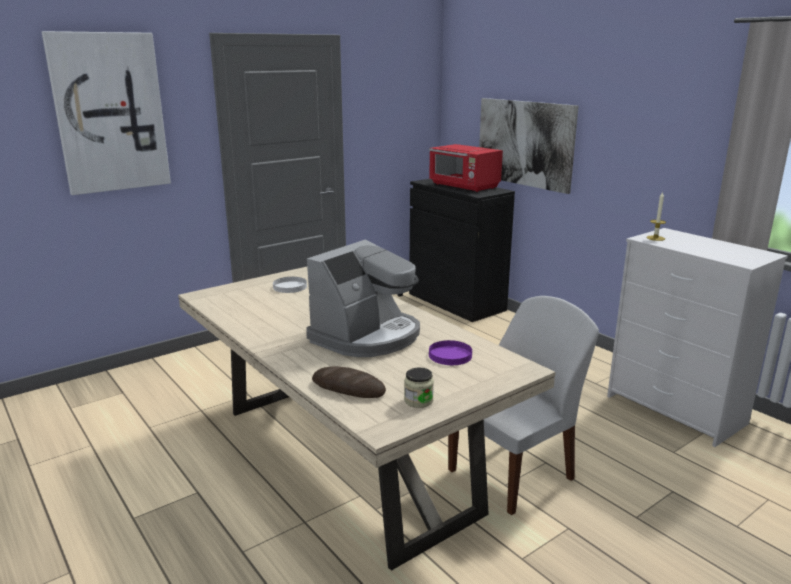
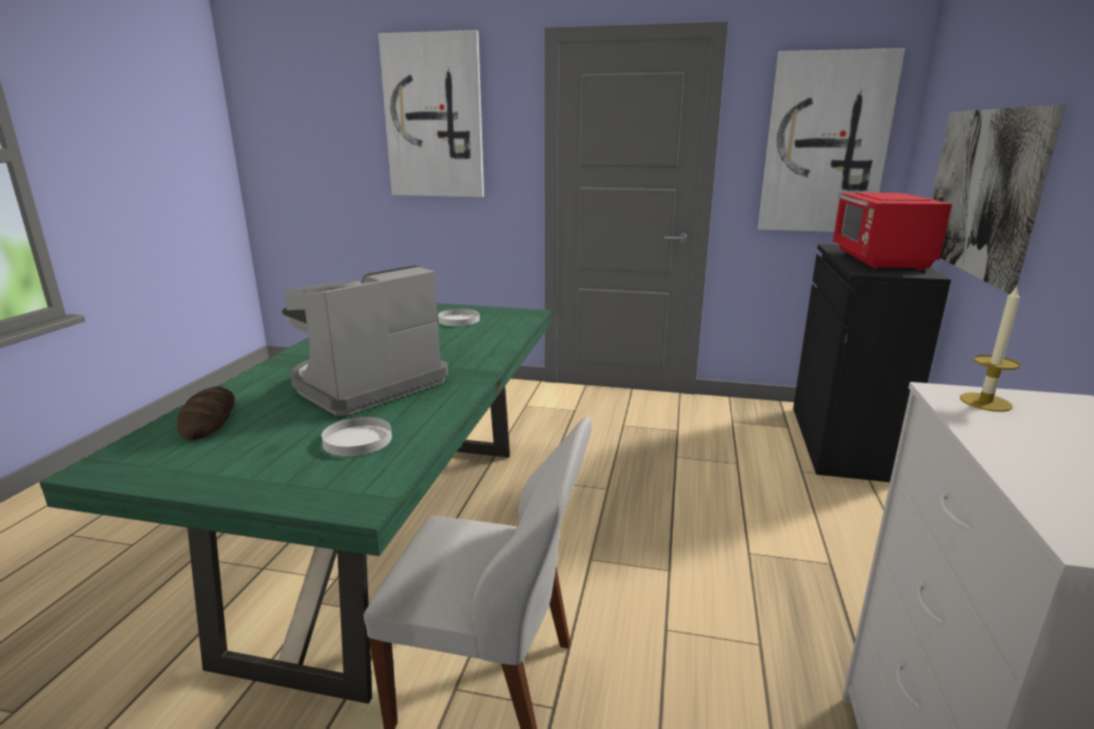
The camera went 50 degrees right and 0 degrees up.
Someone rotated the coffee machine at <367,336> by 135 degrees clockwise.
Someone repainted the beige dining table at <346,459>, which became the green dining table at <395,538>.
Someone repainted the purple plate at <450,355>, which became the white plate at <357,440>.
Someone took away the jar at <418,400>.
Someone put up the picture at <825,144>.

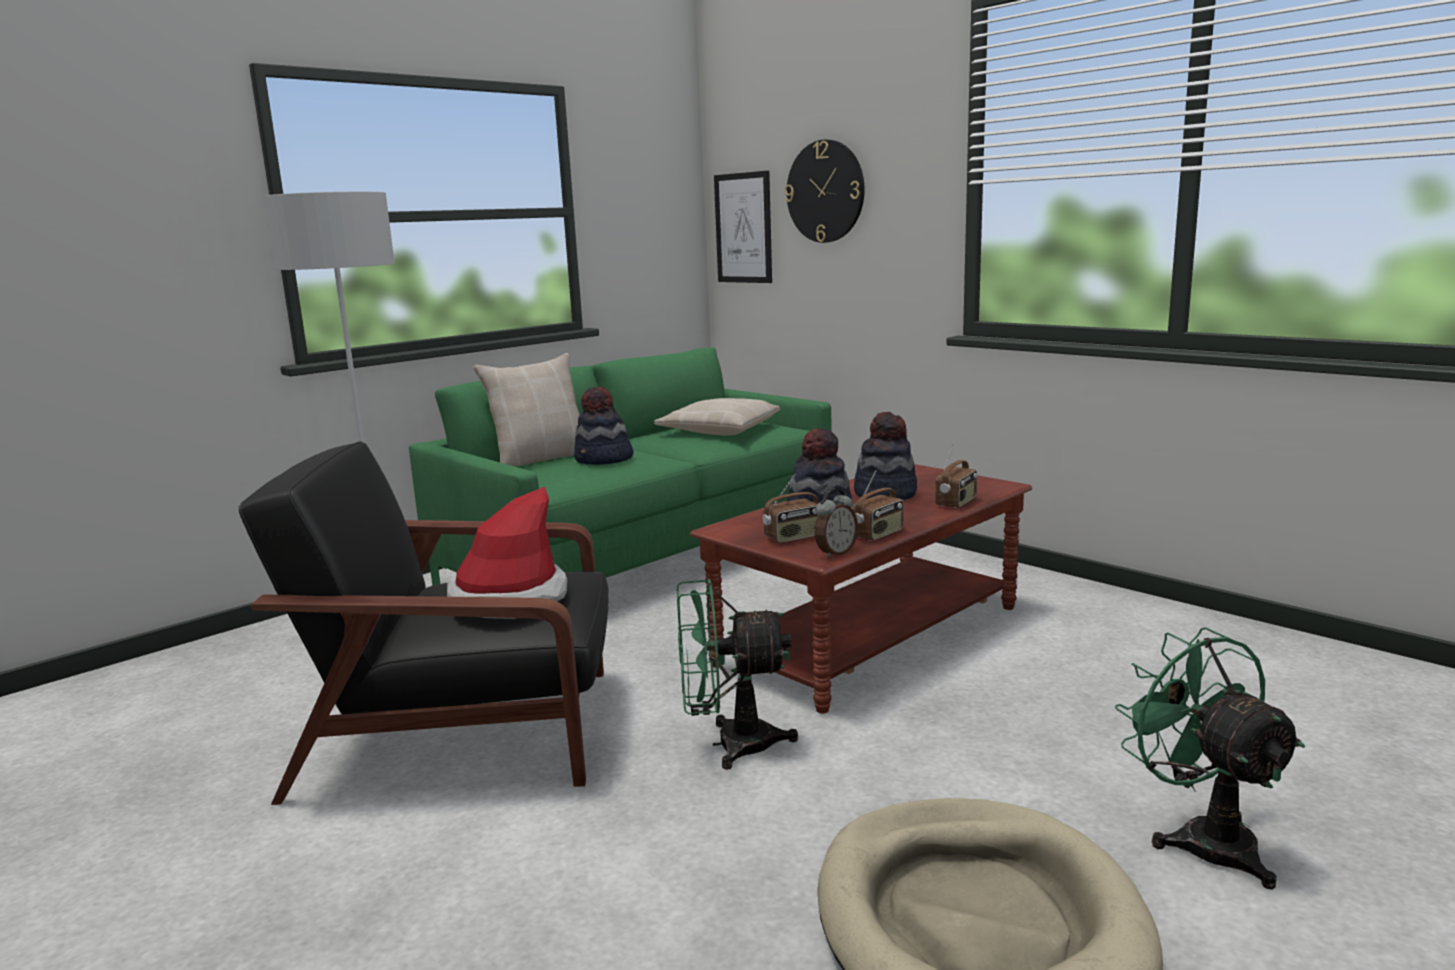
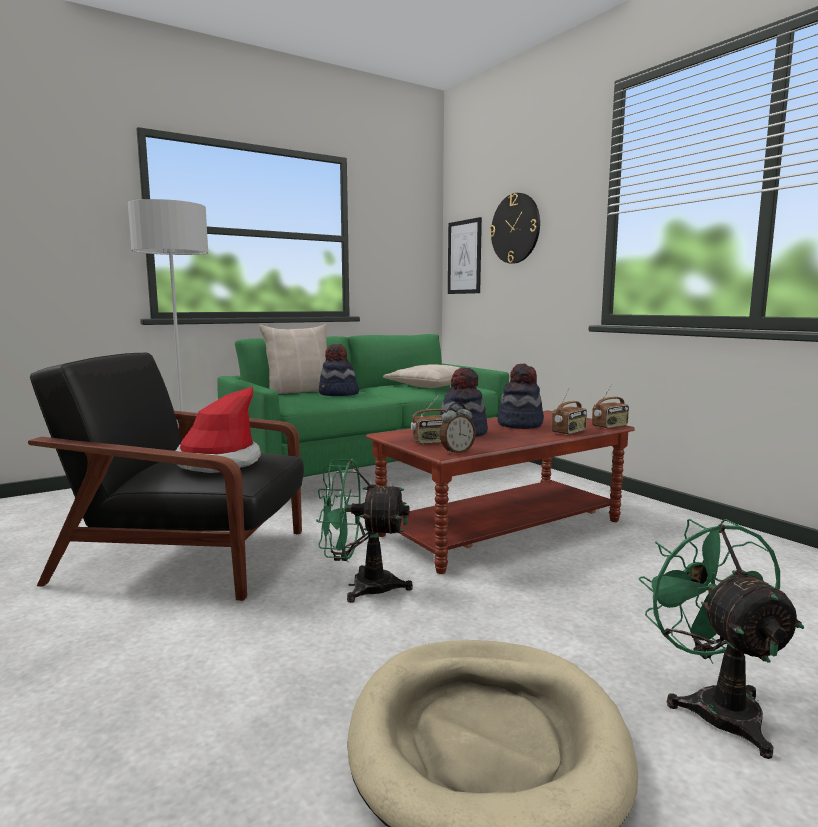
The camera went 10 degrees right and 5 degrees down.
Someone carried the radio from <878,534> to <610,426>.

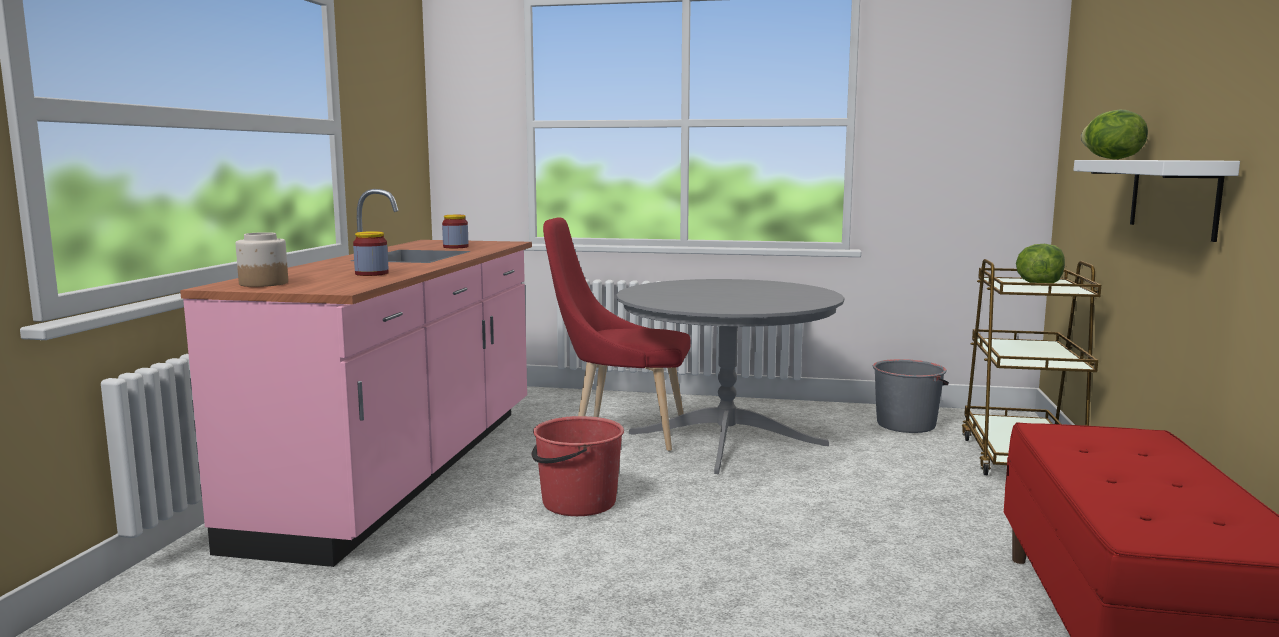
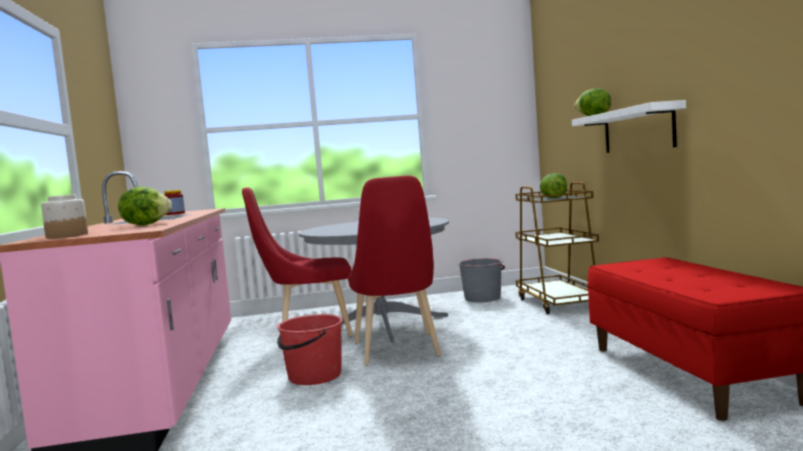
The camera went 20 degrees left and 5 degrees down.
Someone swapped the jar at <371,273> for the lettuce at <146,224>.
Someone put down the red chair at <398,351>.

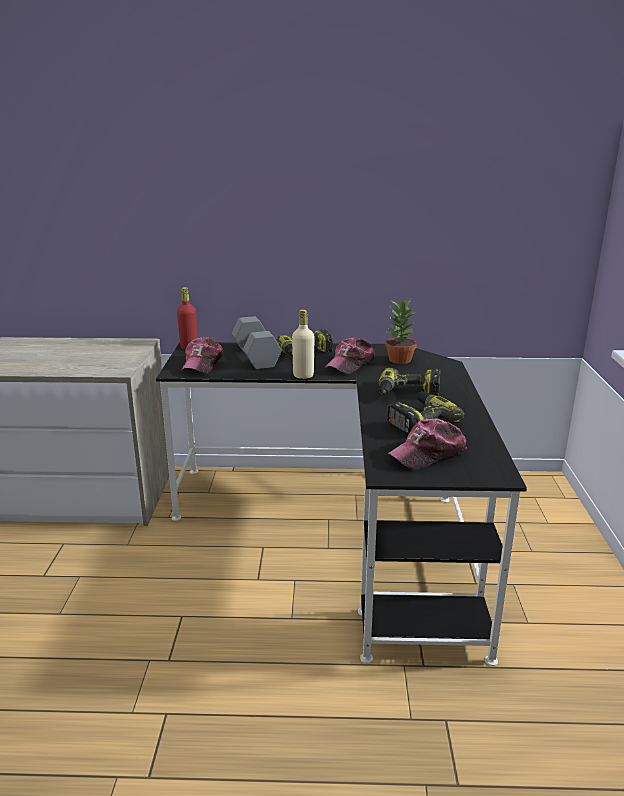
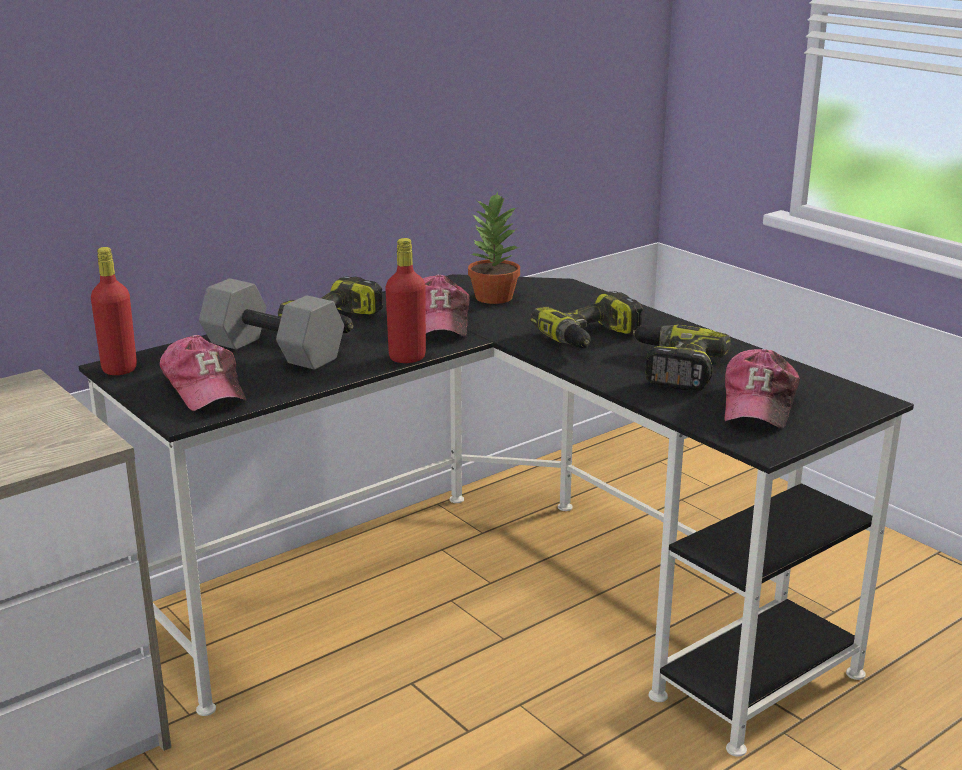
The camera went 40 degrees left and 0 degrees up.
Someone repainted the beige bottle at <303,375>, which became the red bottle at <407,358>.

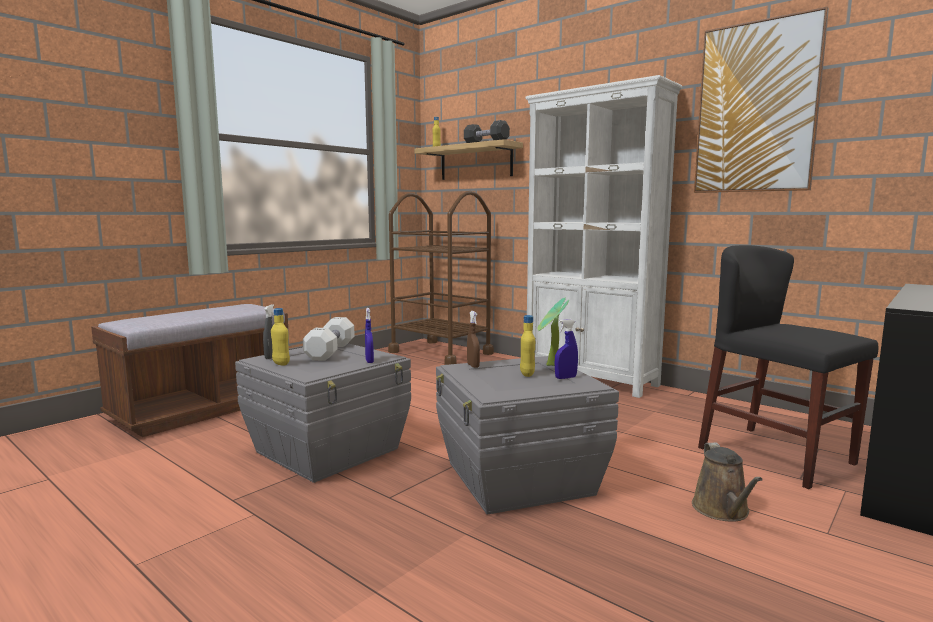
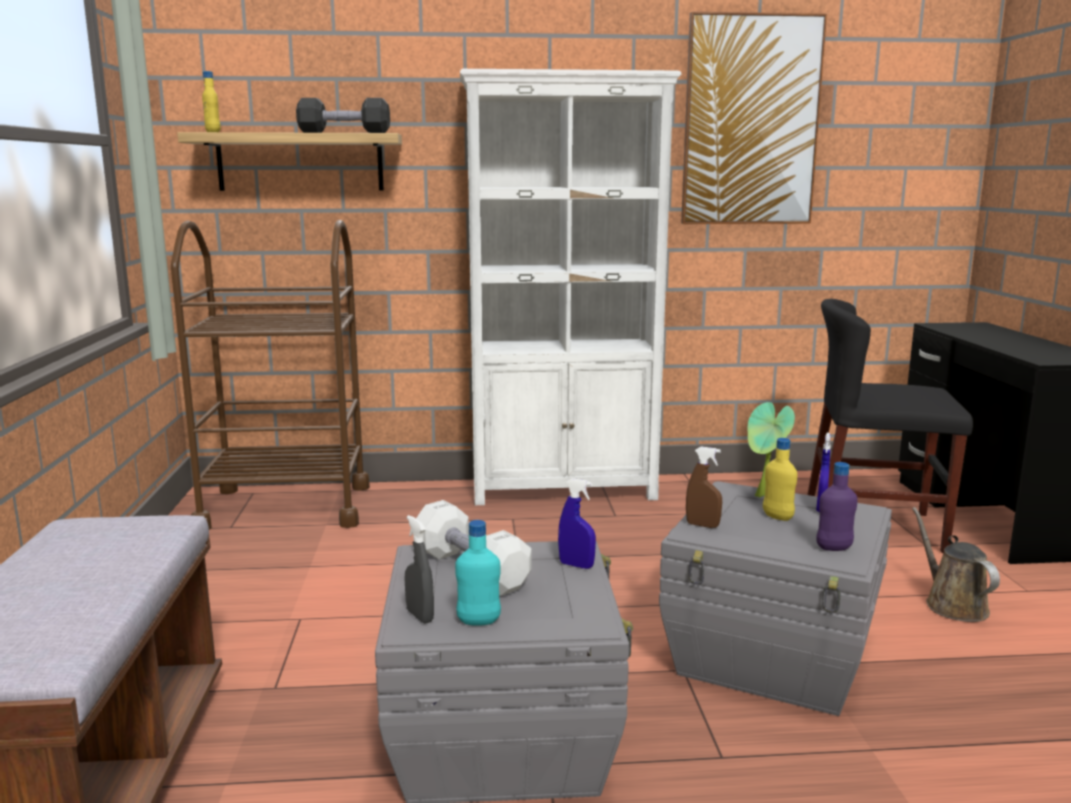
The camera went 45 degrees left and 5 degrees up.
Someone repainted the yellow bottle at <281,363>, which became the turquoise bottle at <478,622>.
Someone rotated the brown watering can at <722,511> by 150 degrees counterclockwise.
Someone put down the purple bottle at <834,548>.

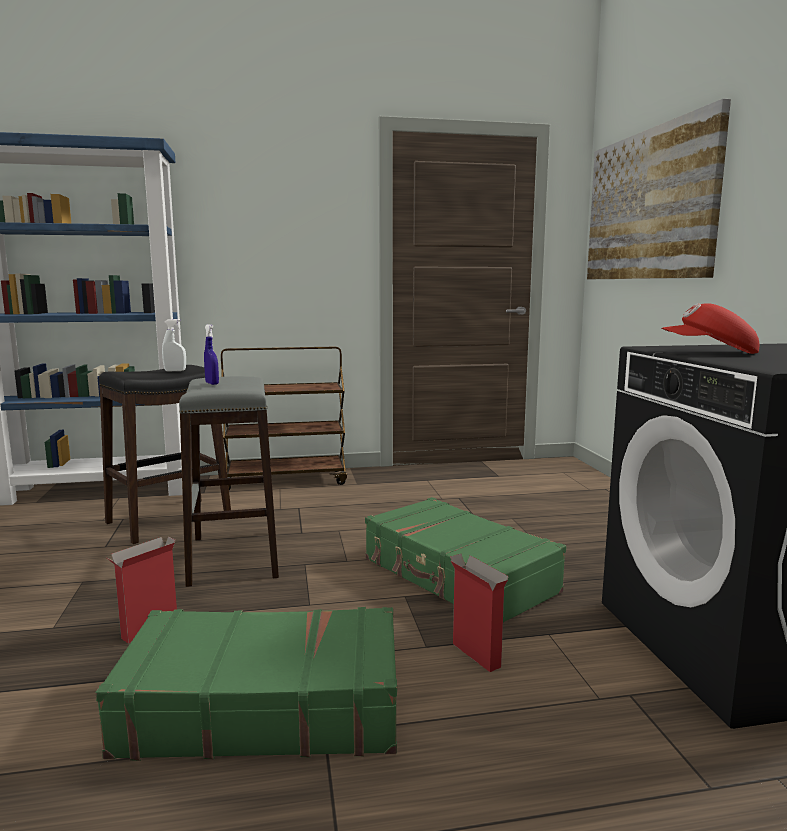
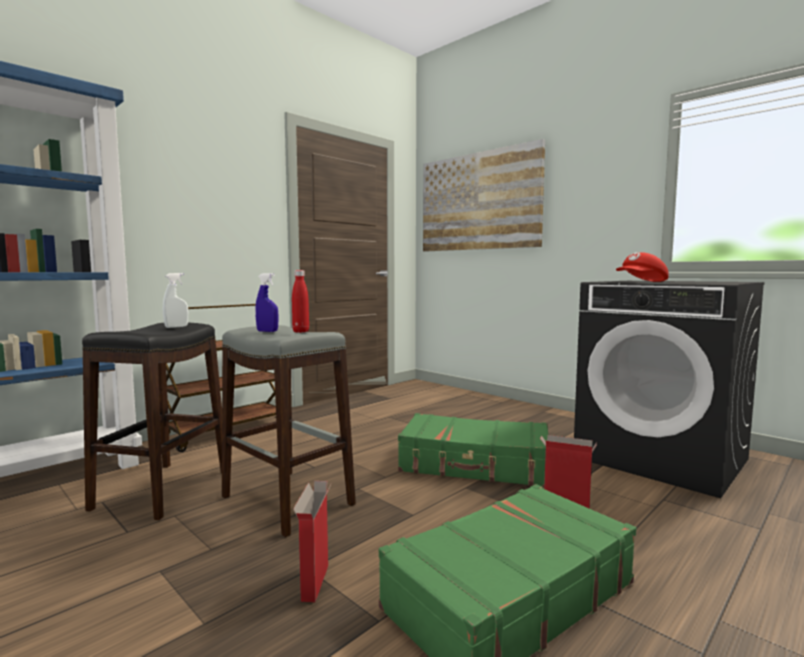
The camera went 35 degrees left and 5 degrees down.
Someone put down the red bottle at <301,331>.

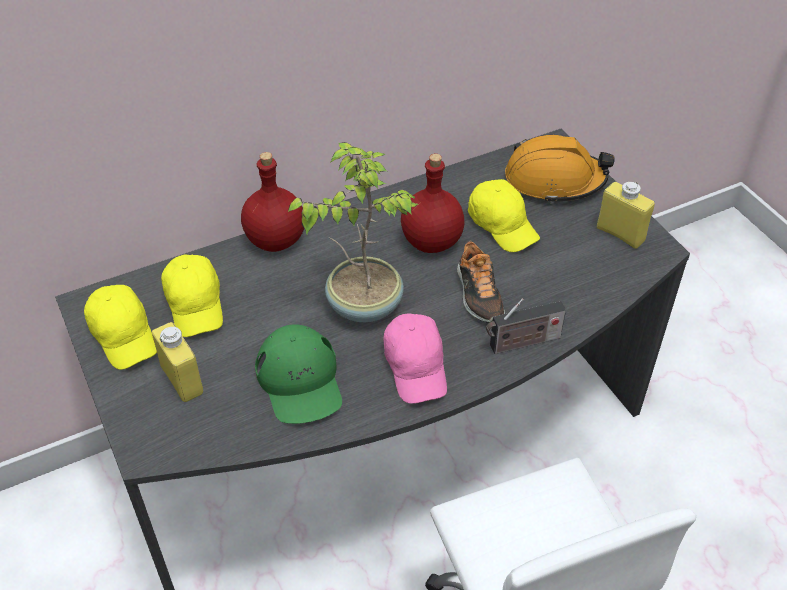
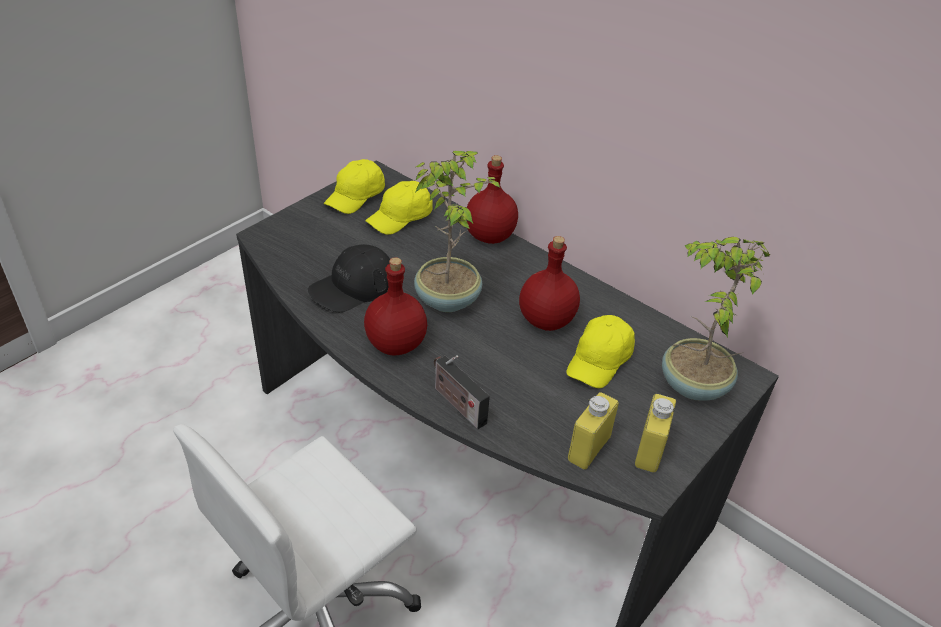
The camera went 65 degrees right and 5 degrees down.
Someone swapped the orange hard hat at <554,180> for the potted plant at <691,385>.
Someone took away the shoe at <478,295>.
Someone swapped the pink cap at <416,366> for the red bottle at <397,344>.
Someone carried the yellow bottle from <182,380> to <588,449>.
Someone repainted the green cap at <300,381>, which became the black cap at <353,286>.

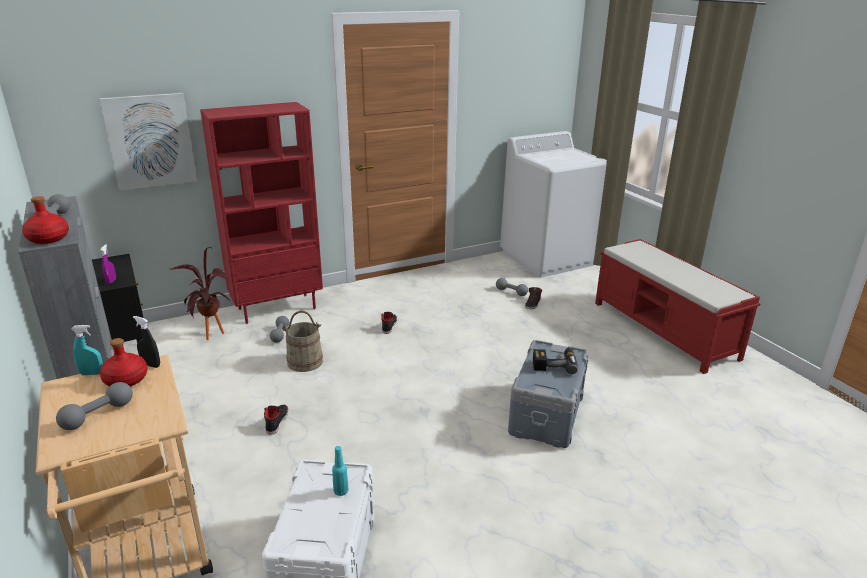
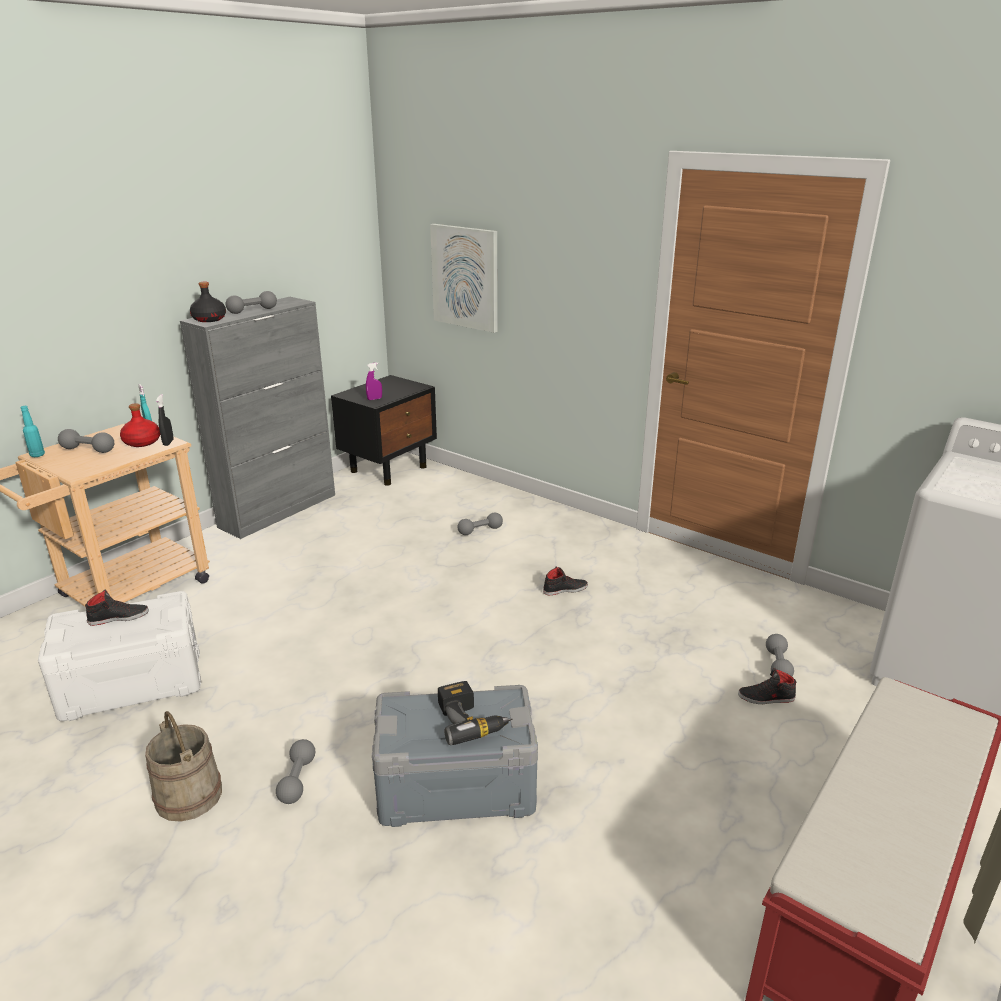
The camera went 65 degrees right and 0 degrees up.
Someone took away the red bookcase at <277,308>.
Someone repainted the red bottle at <49,238>, which became the black bottle at <209,319>.
Someone took away the potted plant at <211,338>.
Someone carried the beige bucket from <305,361> to <189,795>.
Someone carried the black shoe from <276,421> to <119,617>.
Someone carried the turquoise bottle from <341,491> to <37,455>.
Someone put down the grey dumbbell at <297,780>.

